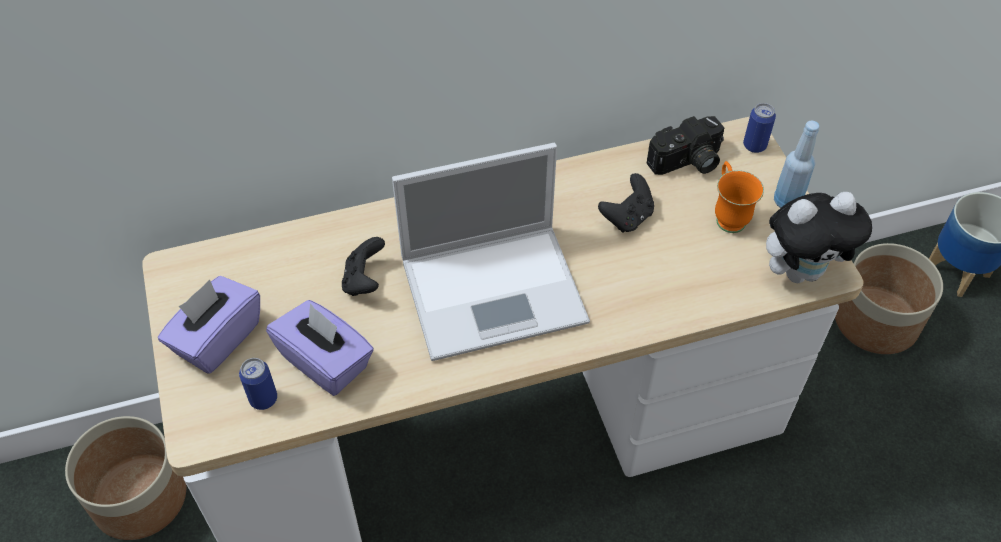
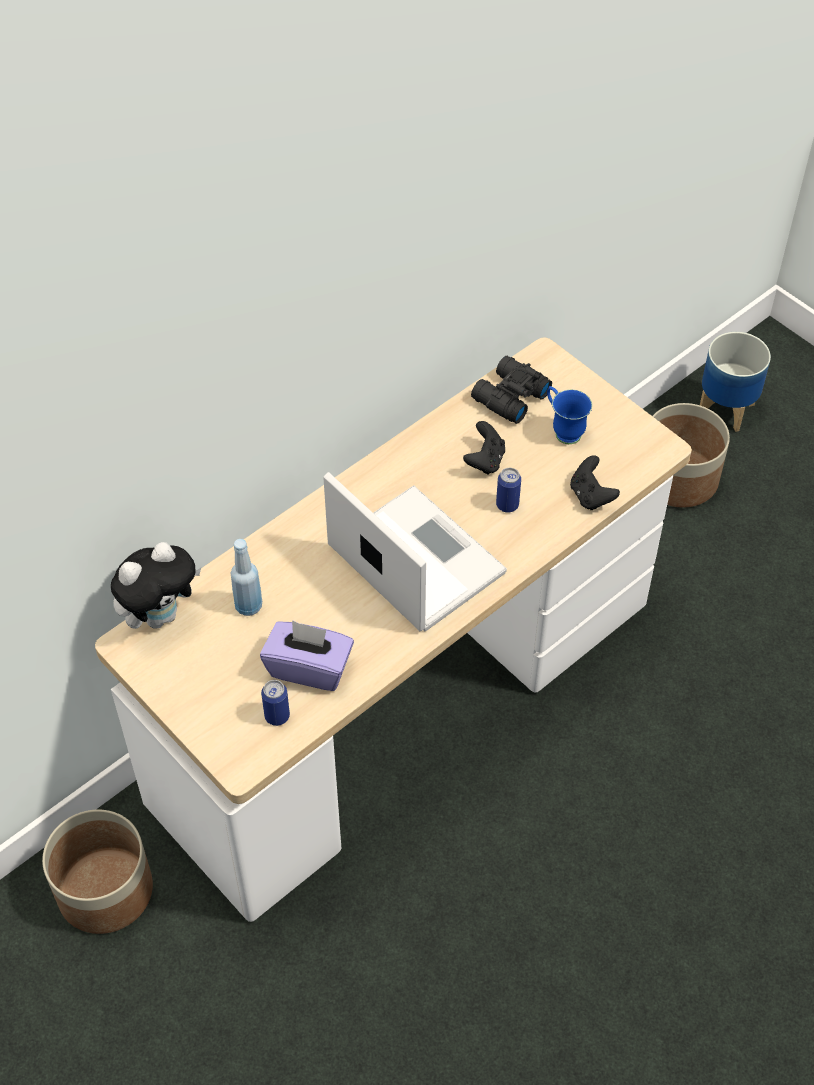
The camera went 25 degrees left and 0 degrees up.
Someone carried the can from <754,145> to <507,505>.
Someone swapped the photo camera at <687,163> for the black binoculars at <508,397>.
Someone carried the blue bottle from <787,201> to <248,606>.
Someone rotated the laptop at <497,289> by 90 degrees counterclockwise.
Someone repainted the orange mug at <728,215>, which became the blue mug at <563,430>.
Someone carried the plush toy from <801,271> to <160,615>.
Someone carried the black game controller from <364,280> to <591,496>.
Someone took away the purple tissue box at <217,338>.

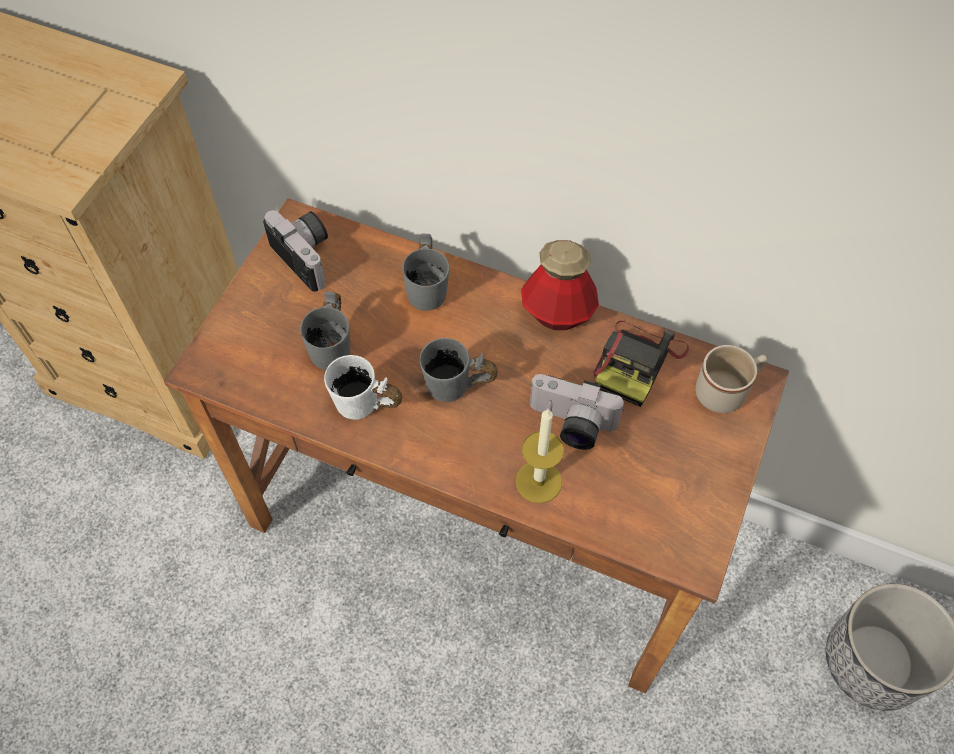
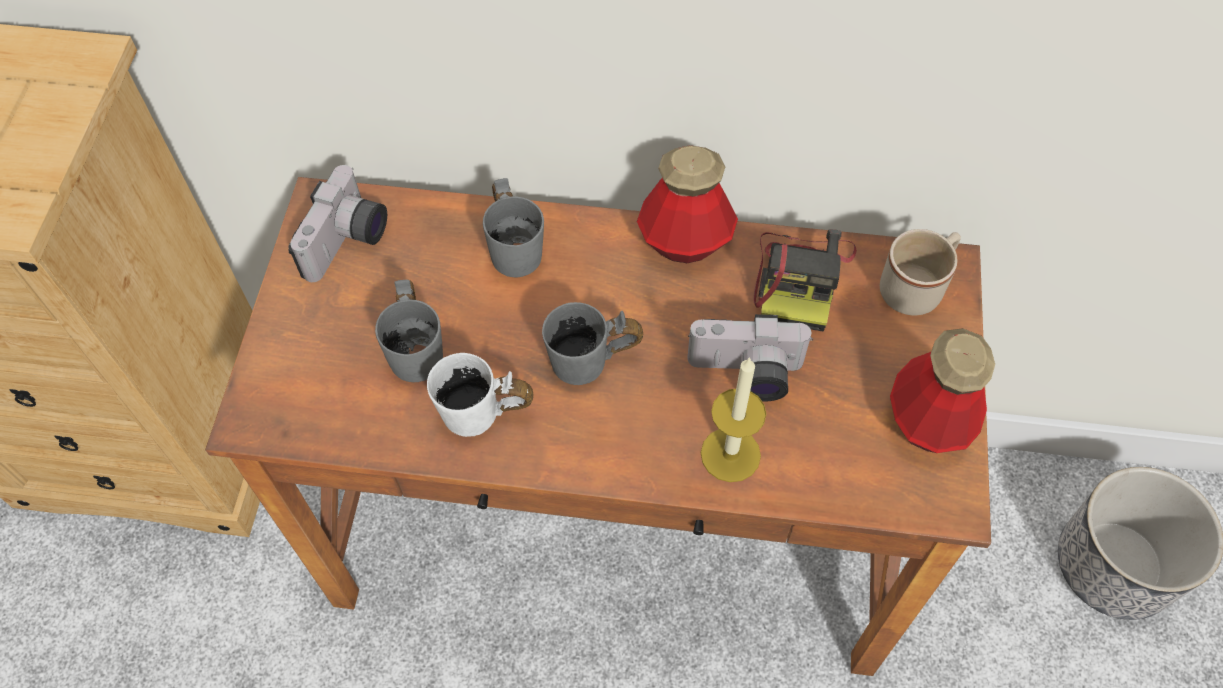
The camera went 15 degrees left and 0 degrees up.
Someone rotated the photo camera at <308,256> by 75 degrees clockwise.
Someone put down the bottle at <928,421>.

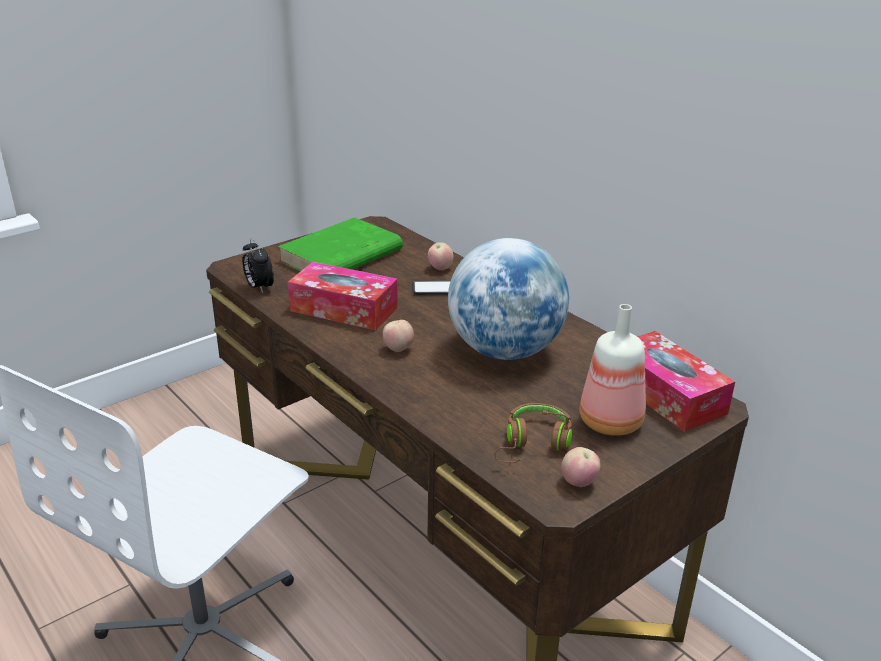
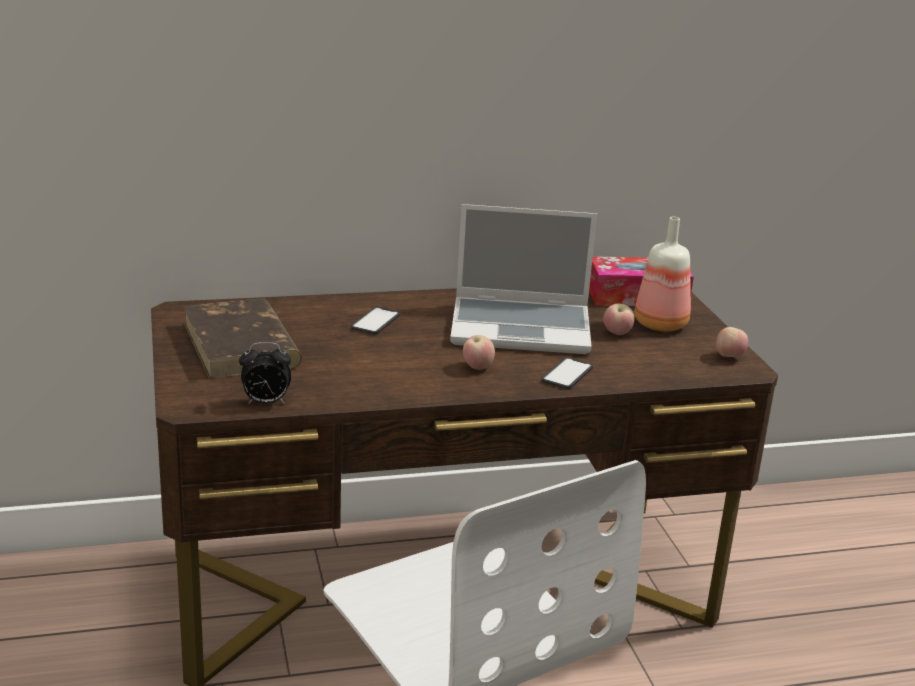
The camera went 65 degrees left and 5 degrees down.
Someone repainted the green book at <340,256>, which became the brown book at <241,346>.
Someone swapped the globe at <505,351> for the laptop at <522,328>.
Someone carried the apple from <440,268> to <617,333>.
Someone took away the tissue box at <344,309>.
Someone took away the brown headphones at <533,443>.
Someone put down the phone at <567,374>.

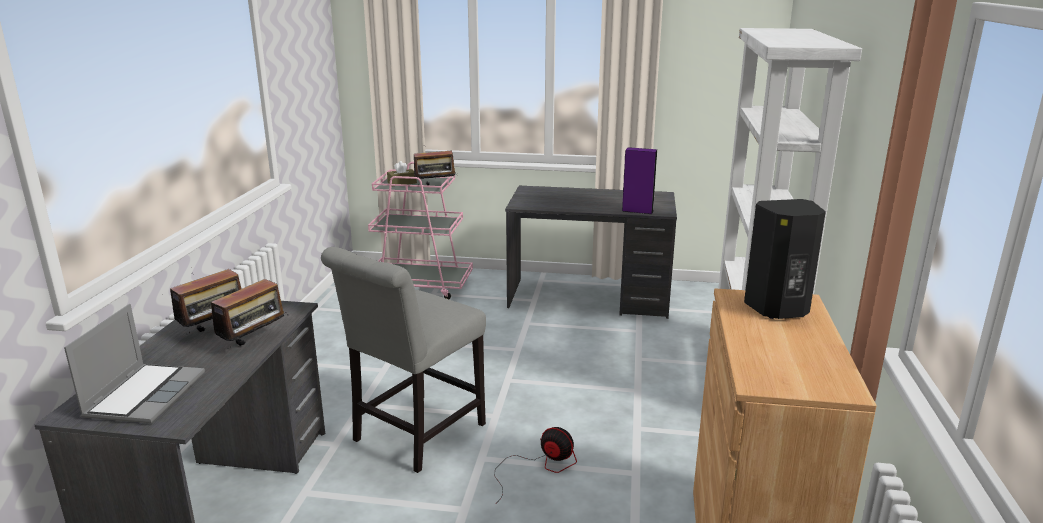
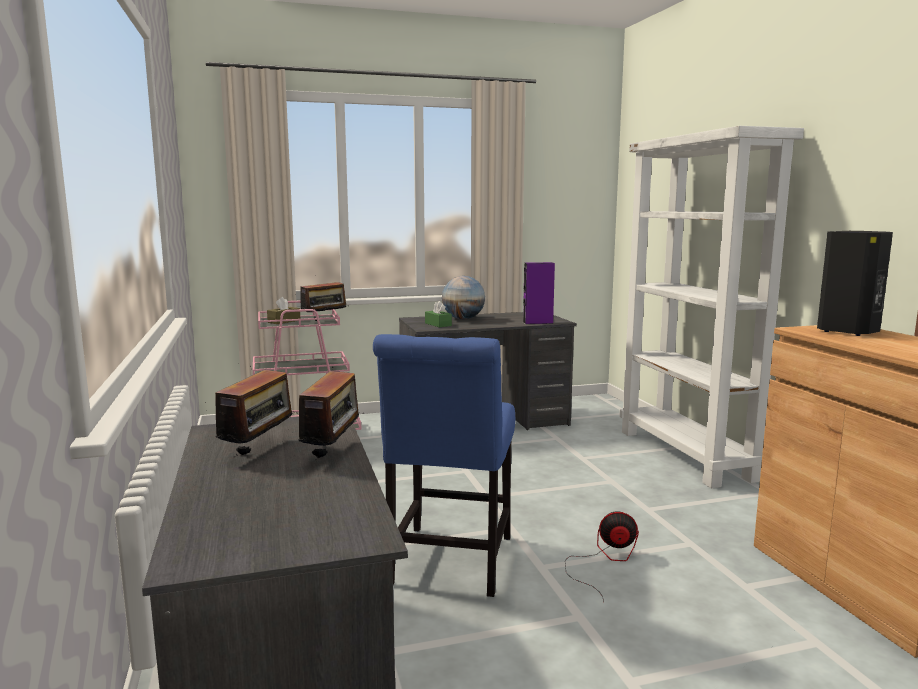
The camera went 25 degrees left and 10 degrees down.
Someone repainted the grey chair at <414,435>, which became the blue chair at <449,564>.
Someone took away the laptop at <145,394>.
Someone put down the globe at <463,319>.
Someone put down the green tissue box at <438,324>.

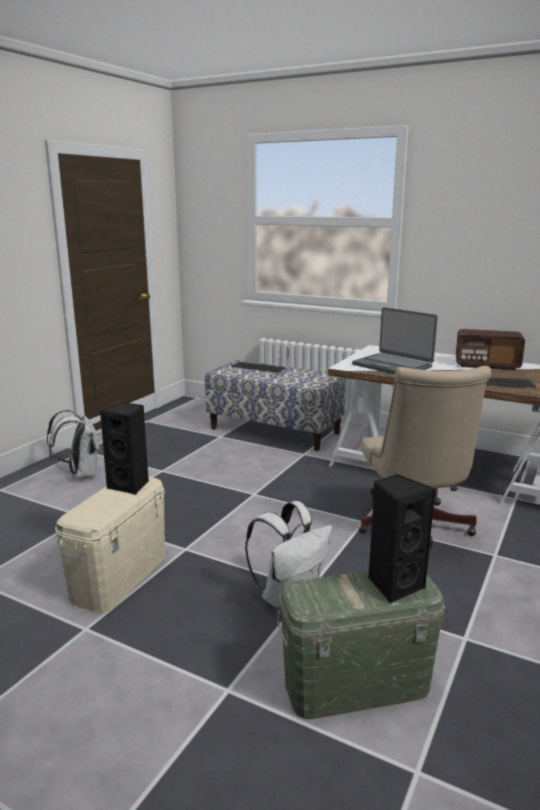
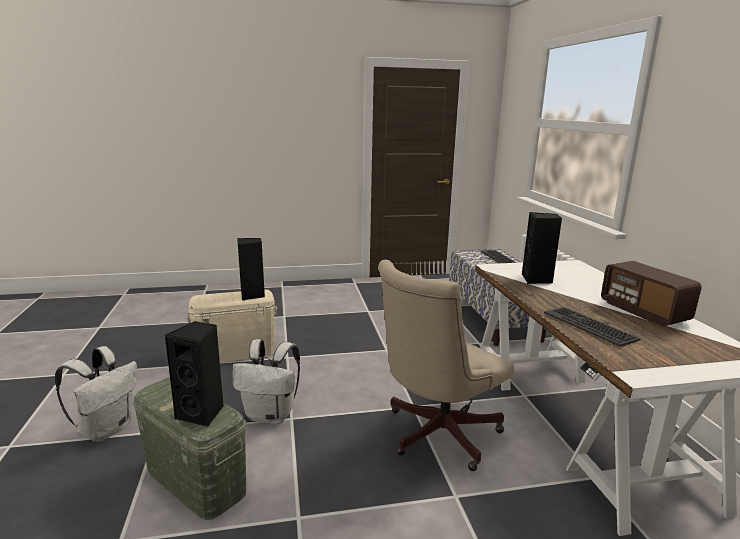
The camera went 50 degrees right and 0 degrees up.
Someone swapped the laptop at <392,366> for the black speaker at <537,279>.
Someone carried the white backpack from <80,475> to <106,429>.

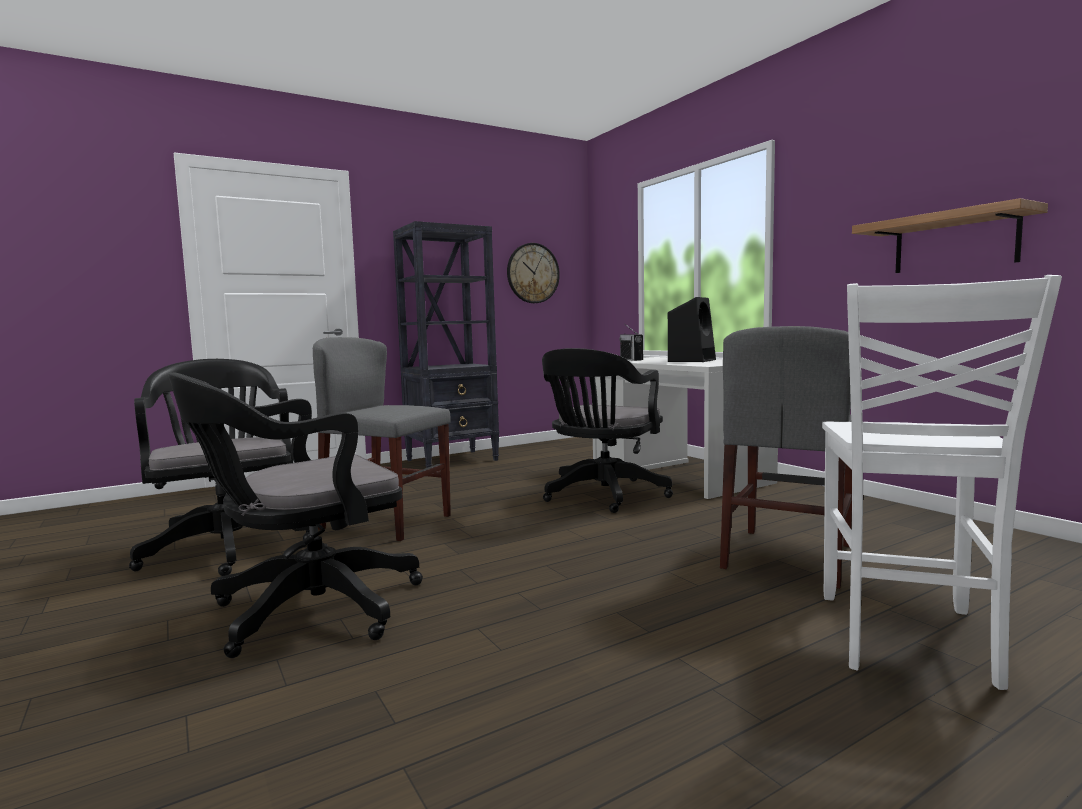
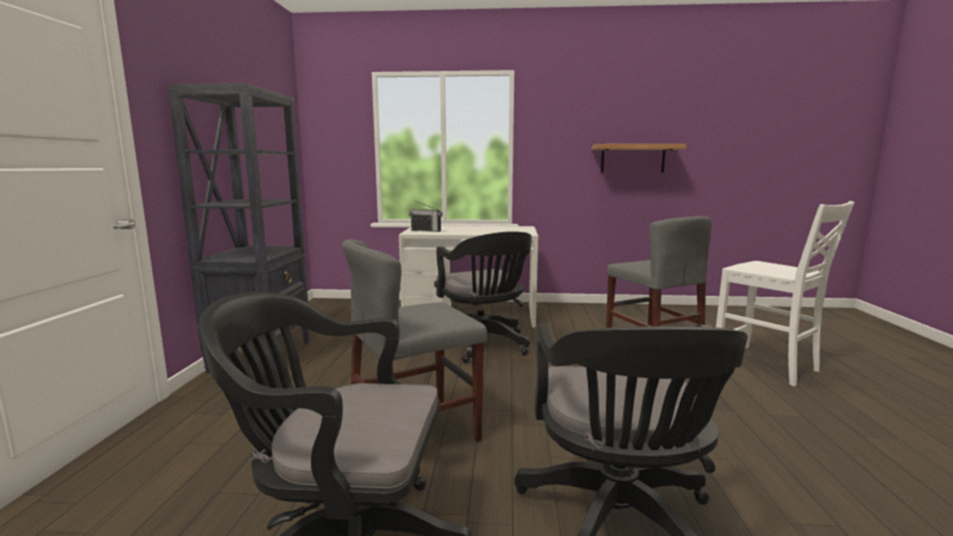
The camera went 55 degrees left and 5 degrees up.
Someone took away the wall clock at <533,273>.
Someone took away the black speaker at <692,360>.

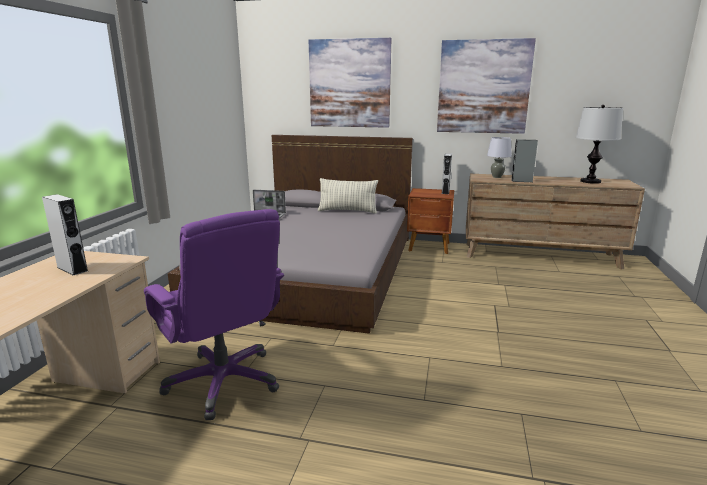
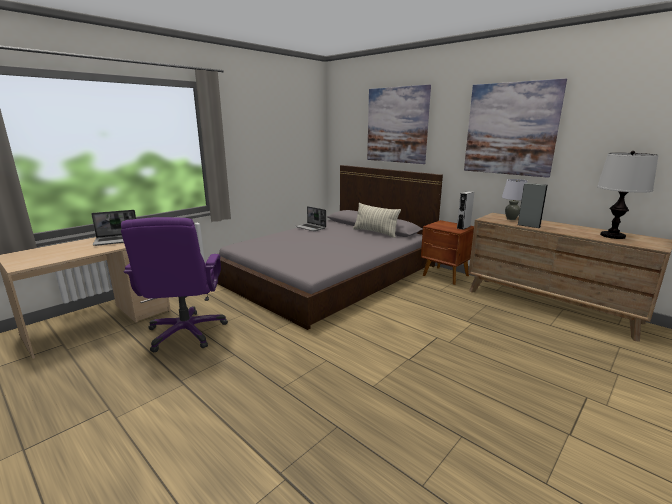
The camera went 30 degrees right and 0 degrees up.
Someone swapped the grey speaker at <72,269> for the laptop at <117,240>.

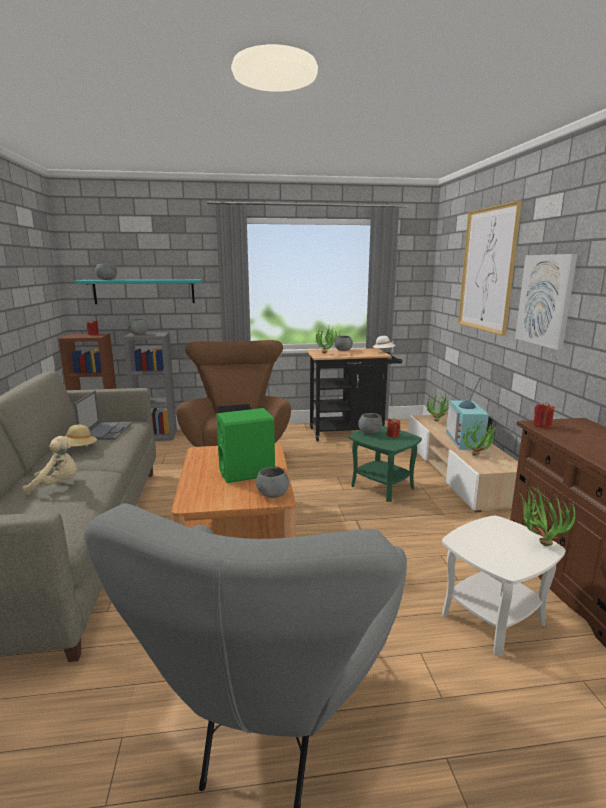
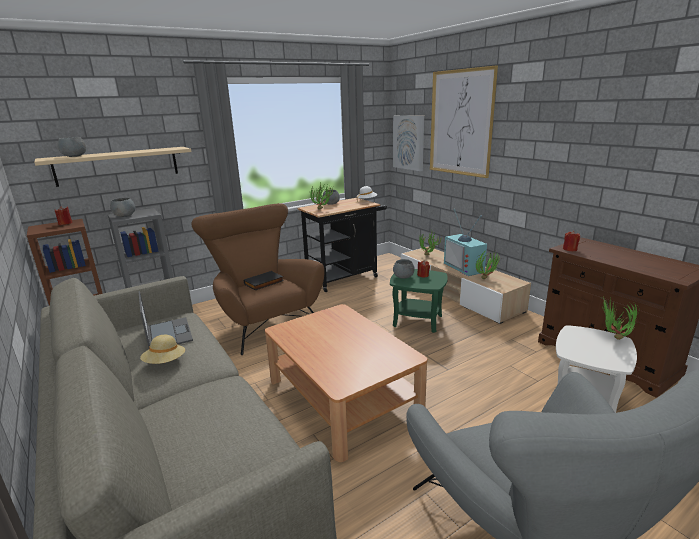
The camera went 25 degrees left and 5 degrees up.
Someone carried the picture from <545,300> to <408,142>.
Someone repainted the turquoise shelf at <144,291>, which became the beige shelf at <118,166>.
Someone took away the green speaker at <247,472>.
Someone took away the beige plush toy at <57,485>.
Someone took away the grey bowl at <273,494>.

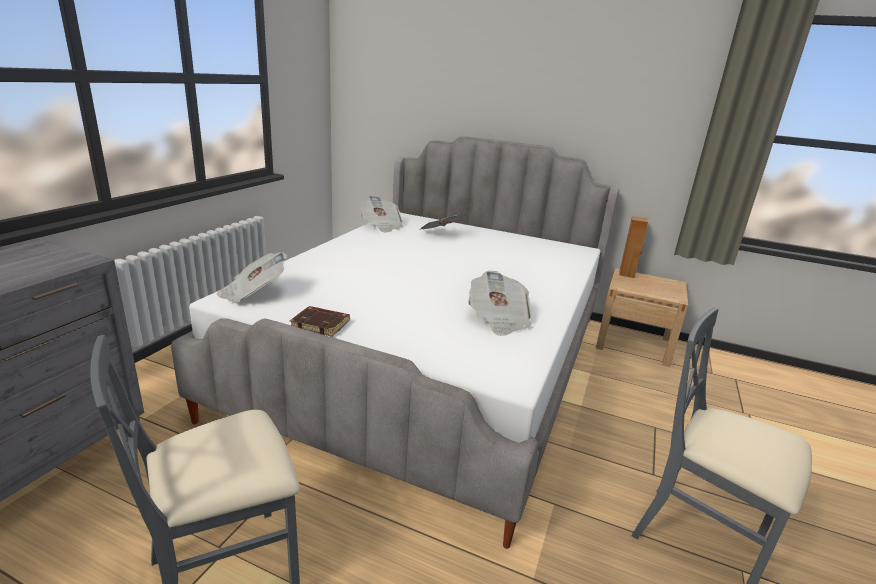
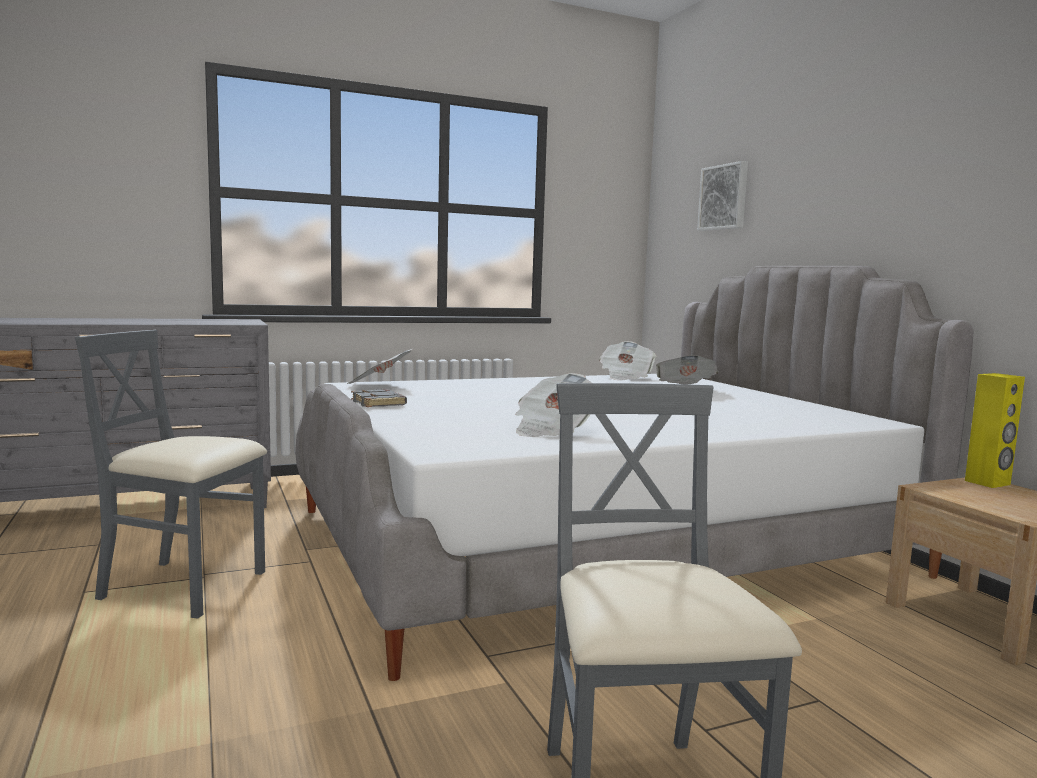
The camera went 45 degrees right and 15 degrees down.
Someone repainted the brown speaker at <627,274>, which became the yellow speaker at <988,483>.
Someone repainted the brown book at <321,324>, which became the grey book at <379,403>.
Someone put up the picture at <724,197>.

